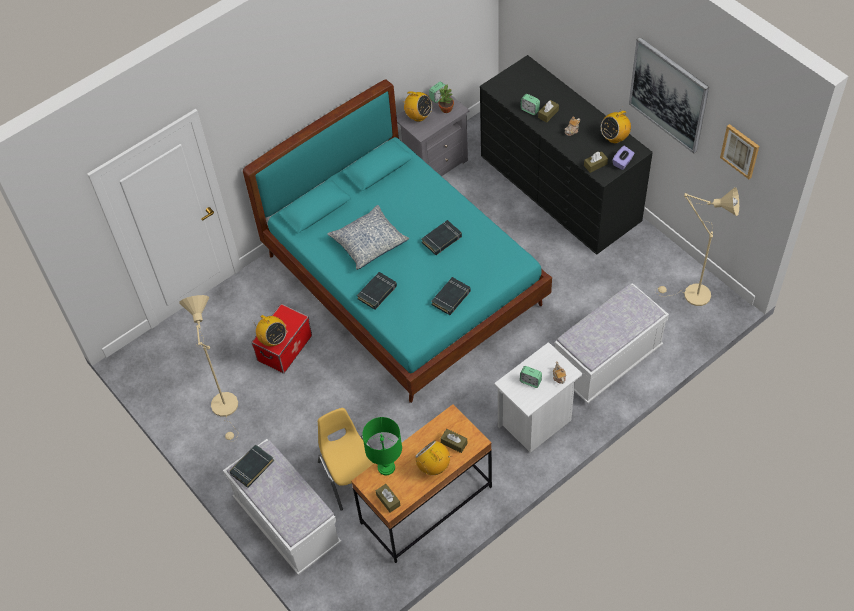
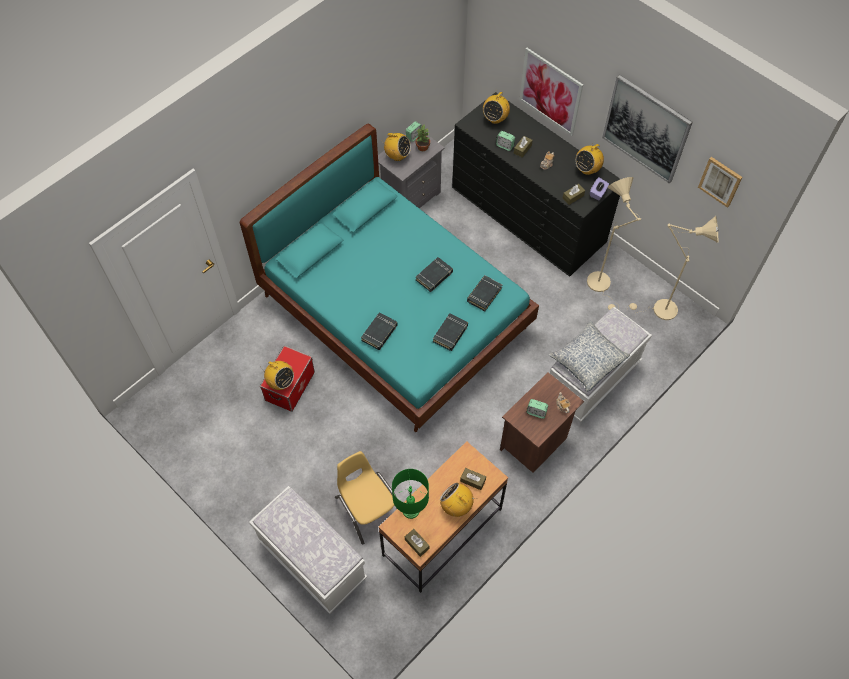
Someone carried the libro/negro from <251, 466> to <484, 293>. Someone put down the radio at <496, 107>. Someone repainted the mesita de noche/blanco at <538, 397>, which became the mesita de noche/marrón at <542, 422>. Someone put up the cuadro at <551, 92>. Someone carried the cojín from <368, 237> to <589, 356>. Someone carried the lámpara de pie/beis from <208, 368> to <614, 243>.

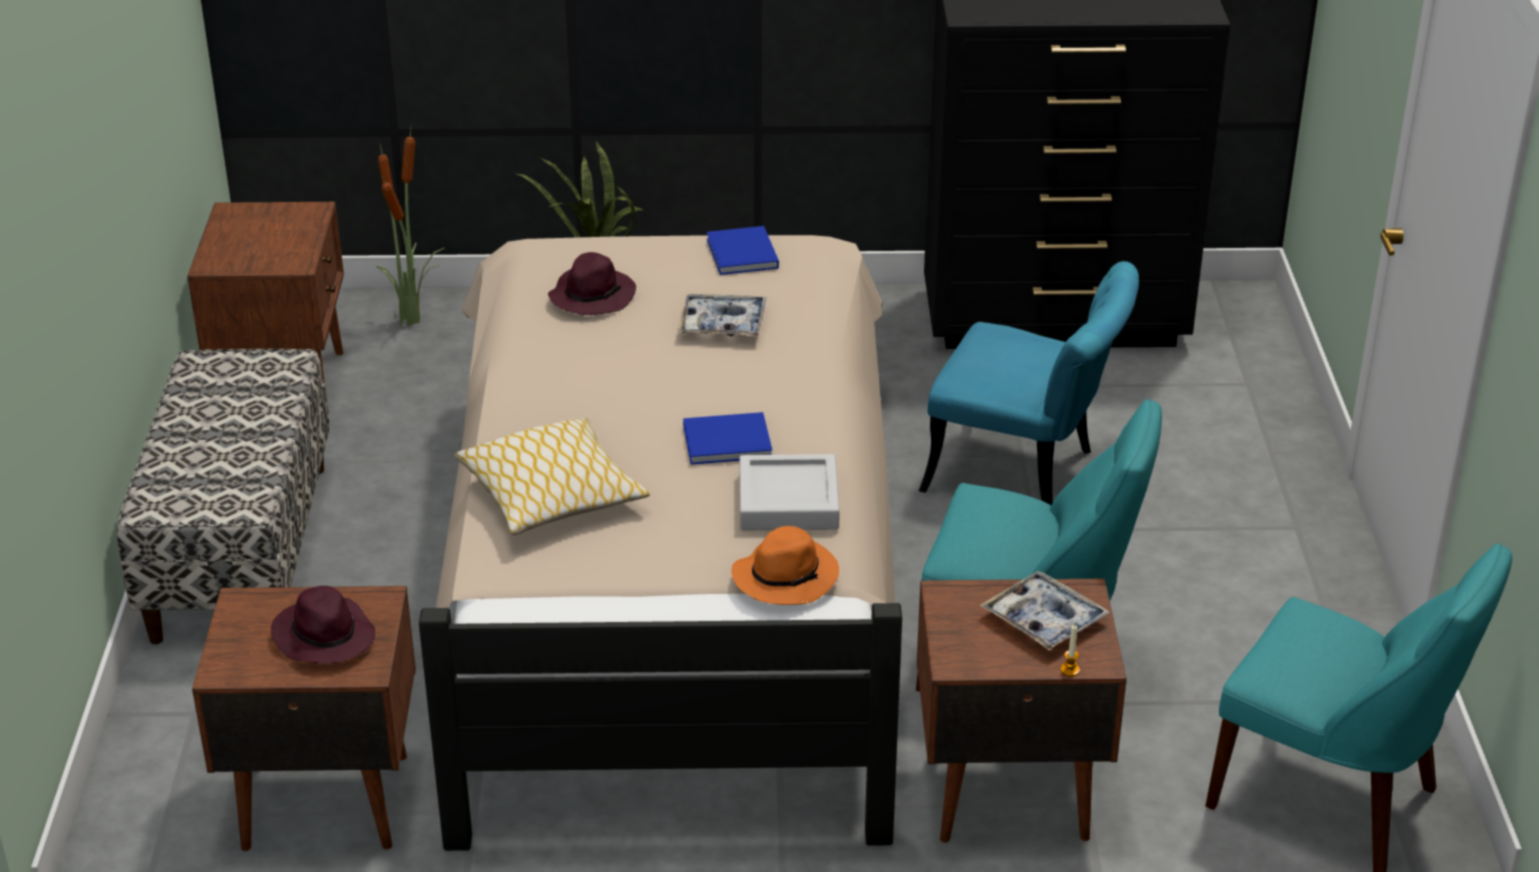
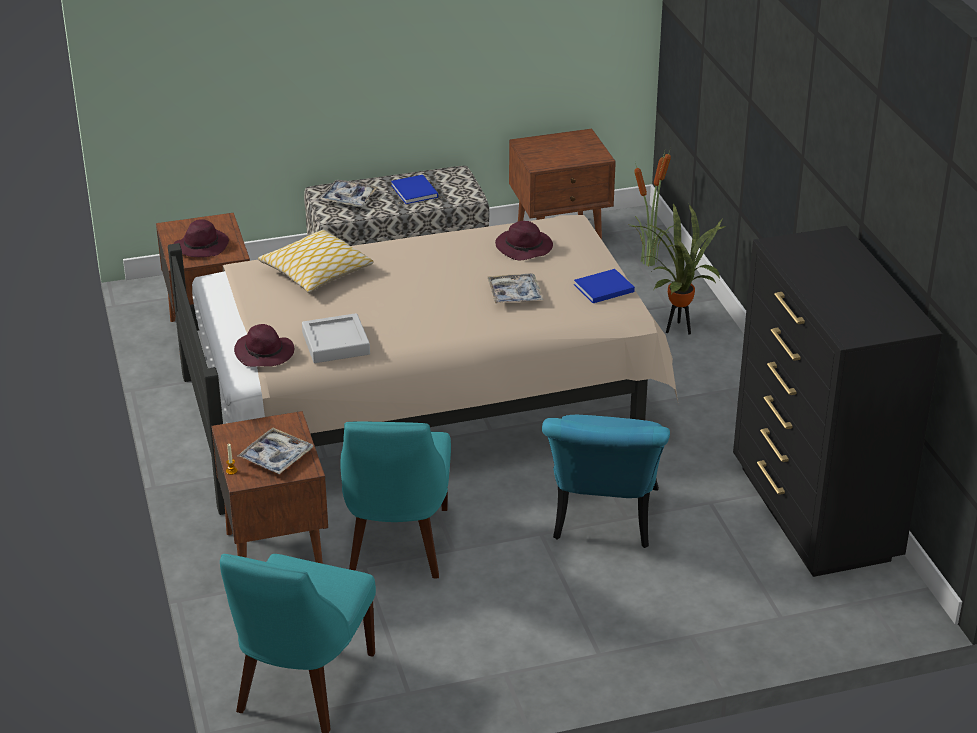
Someone repainted the sombrero/naranja at <785, 565>, which became the sombrero/morado at <264, 345>. Someone put down the bandeja at <348, 193>. Someone carried the libro/azul from <727, 438> to <414, 189>.

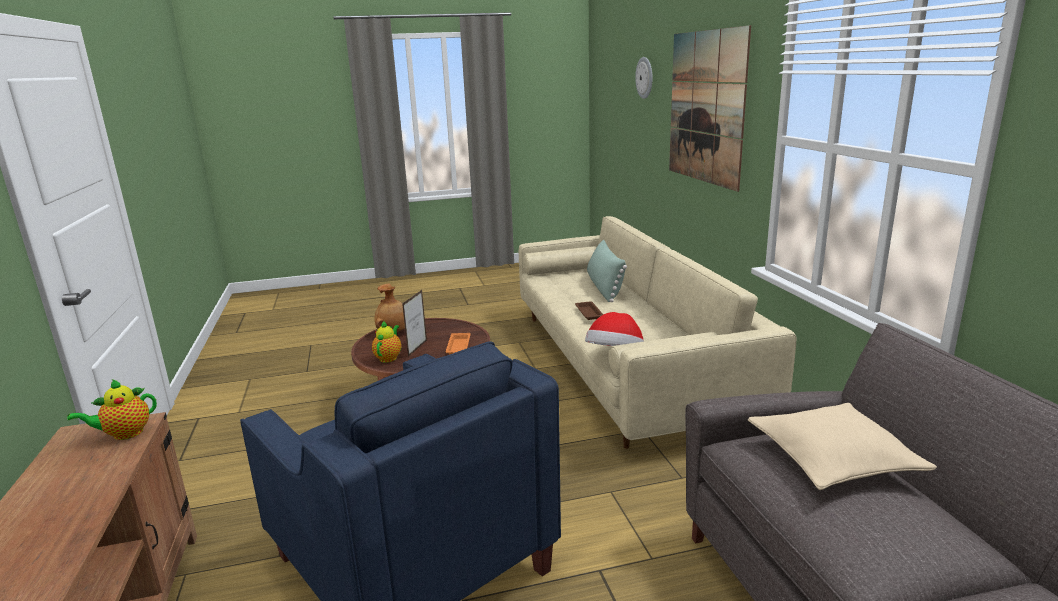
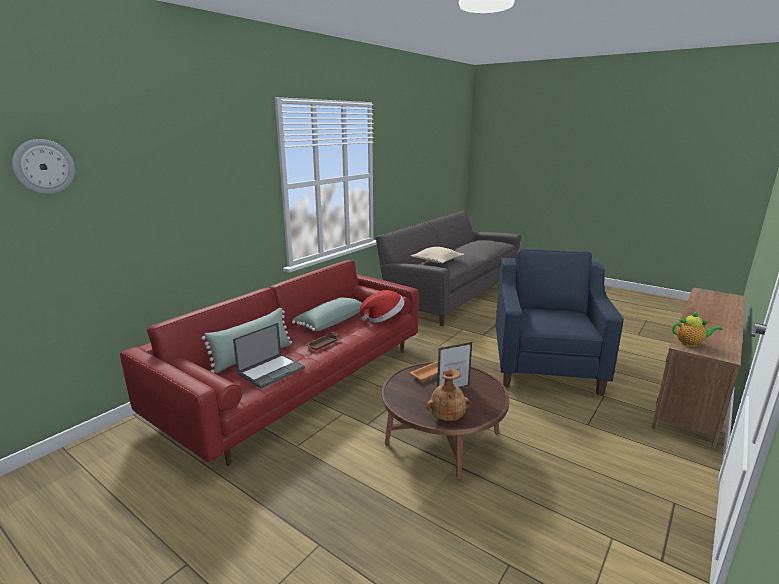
Someone repainted the sofá/beis at <657, 332>, which became the sofá/rojo at <269, 363>. Someone put down the portátil at <269, 356>. Someone put down the cojín/verde at <327, 314>. Someone took away the tetera at <386, 342>. Someone took away the cuadro at <710, 108>.

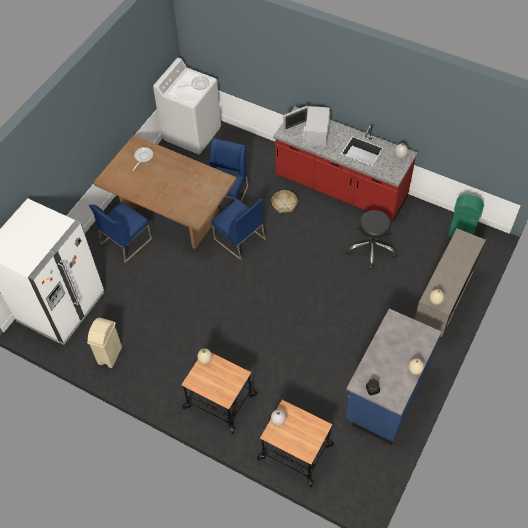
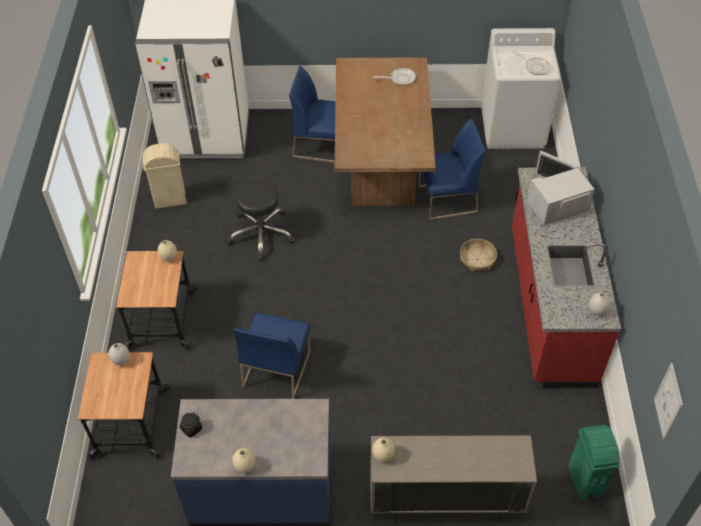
Someone carried the taburete/negro from <371, 239> to <261, 220>. Someone carried the silla/azul from <238, 230> to <272, 356>. Someone put up the cuadro at <668, 401>.

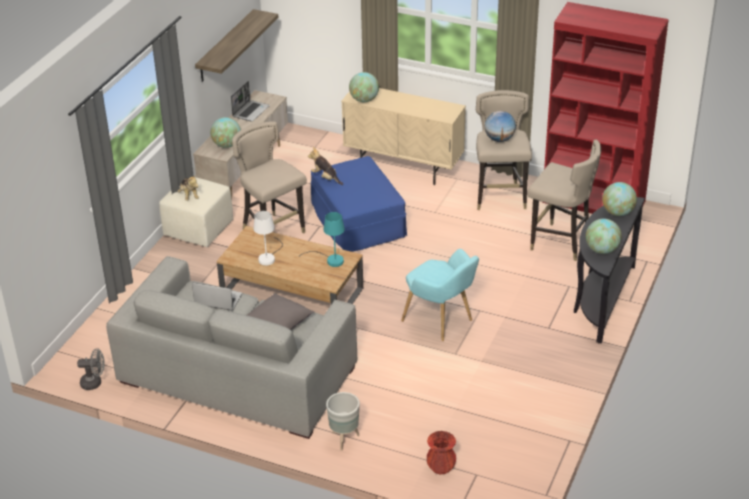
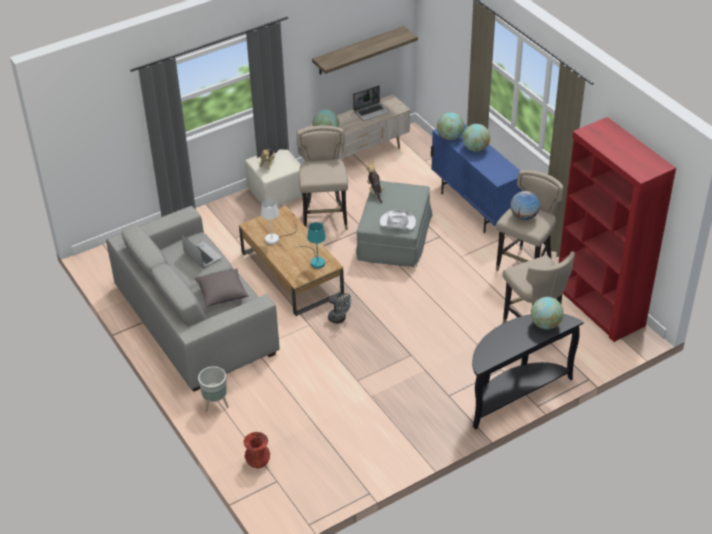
Someone carried the ventilador/gris from <91, 369> to <339, 308>. Someone repainted the puf/azul at <359, 204>, which became the puf/gris at <394, 223>. Someone put down the sombrero/blanco at <398, 220>. Someone repainted the armario/beis at <403, 136>, which became the armario/azul at <476, 178>. Someone carried the globo terráqueo from <604, 236> to <476, 138>. Someone took away the sillón/turquesa at <440, 295>.

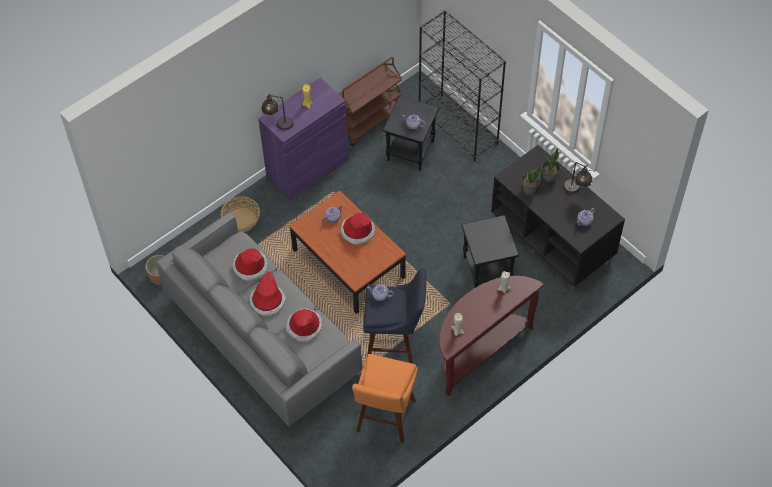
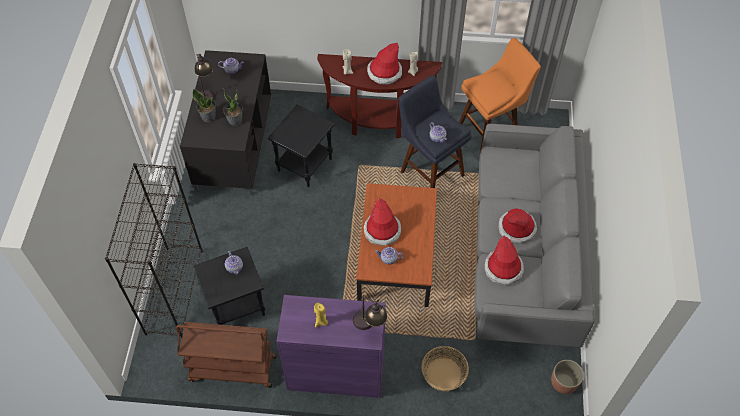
Someone carried the sombrero from <304, 325> to <384, 64>.

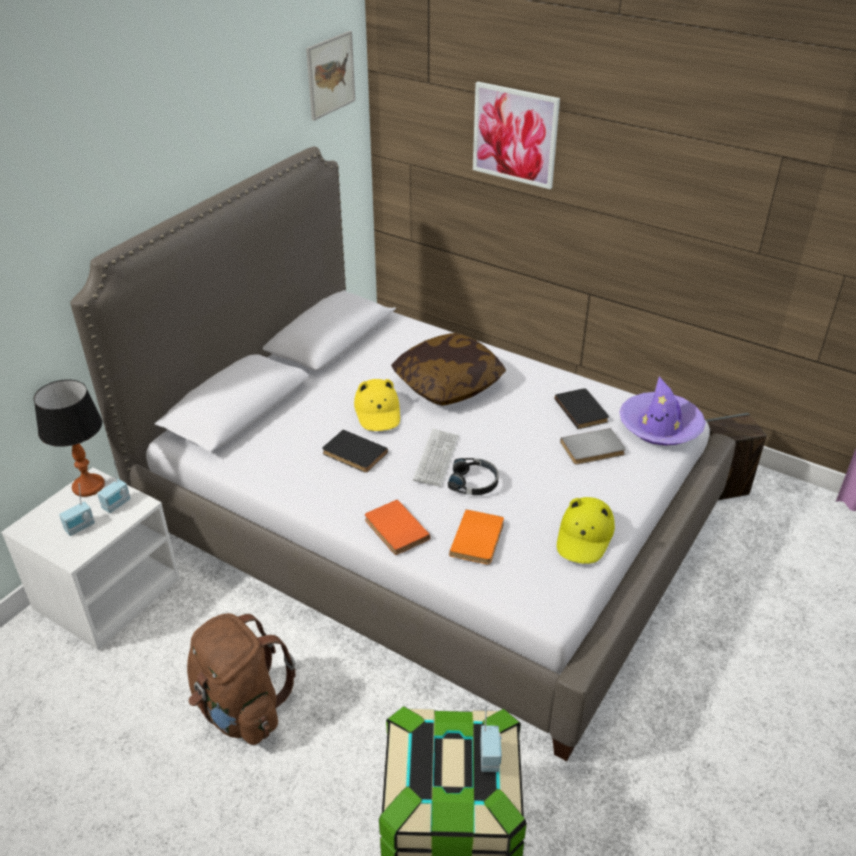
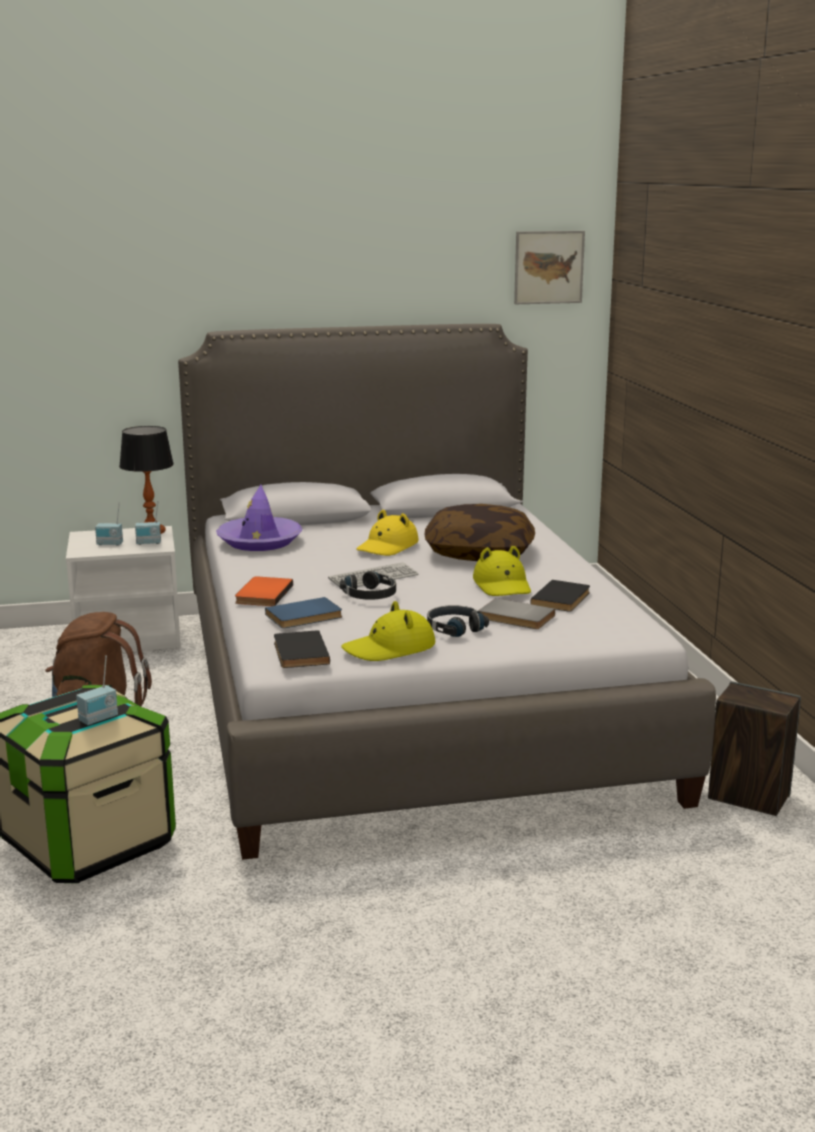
Someone carried the sombrero/morado from <663, 411> to <259, 518>. Someone repainted the libro/naranja at <476, 536>, which became the libro/azul at <303, 612>. Someone carried the libro/negro from <355, 451> to <302, 649>. Someone put down the auriculares/negro at <458, 621>. Someone put down the sombrero/amarillo at <502, 571>. Someone took away the cuadro at <516, 135>.

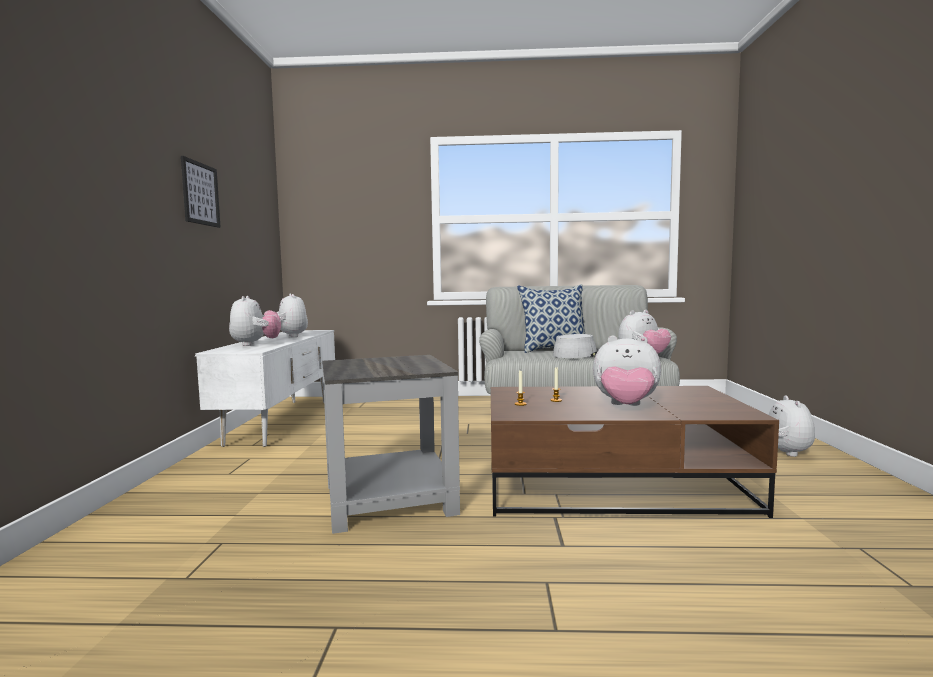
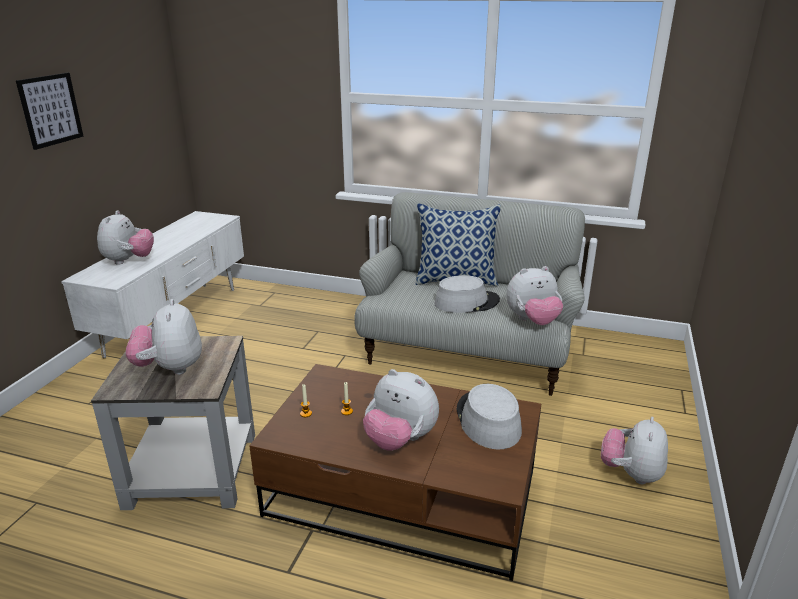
Someone carried the peluche from <286, 315> to <164, 337>. Someone put down the sombrero/gris at <489, 417>.

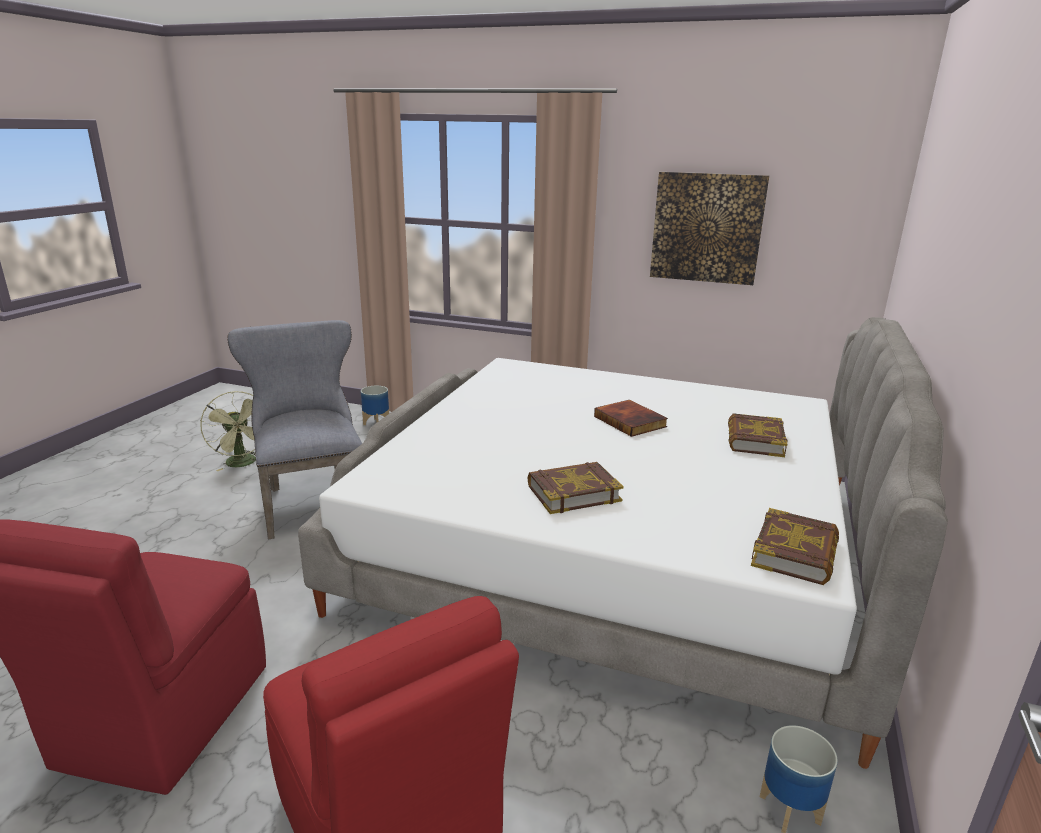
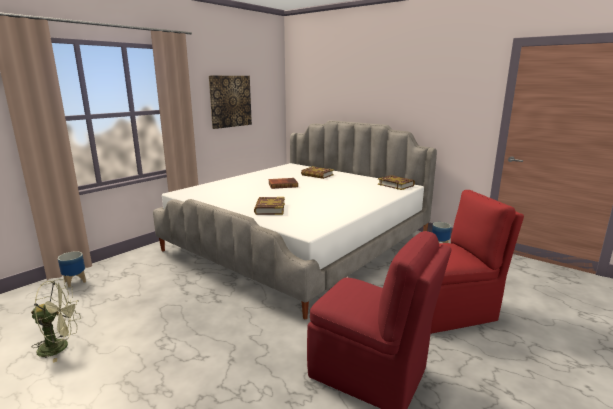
Someone carried the libro from <576, 488> to <269, 206>. Someone took away the silla/gris at <294, 430>.

